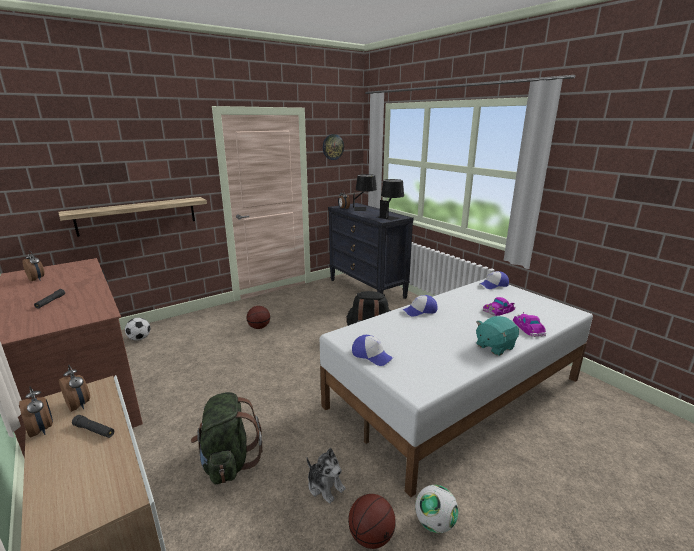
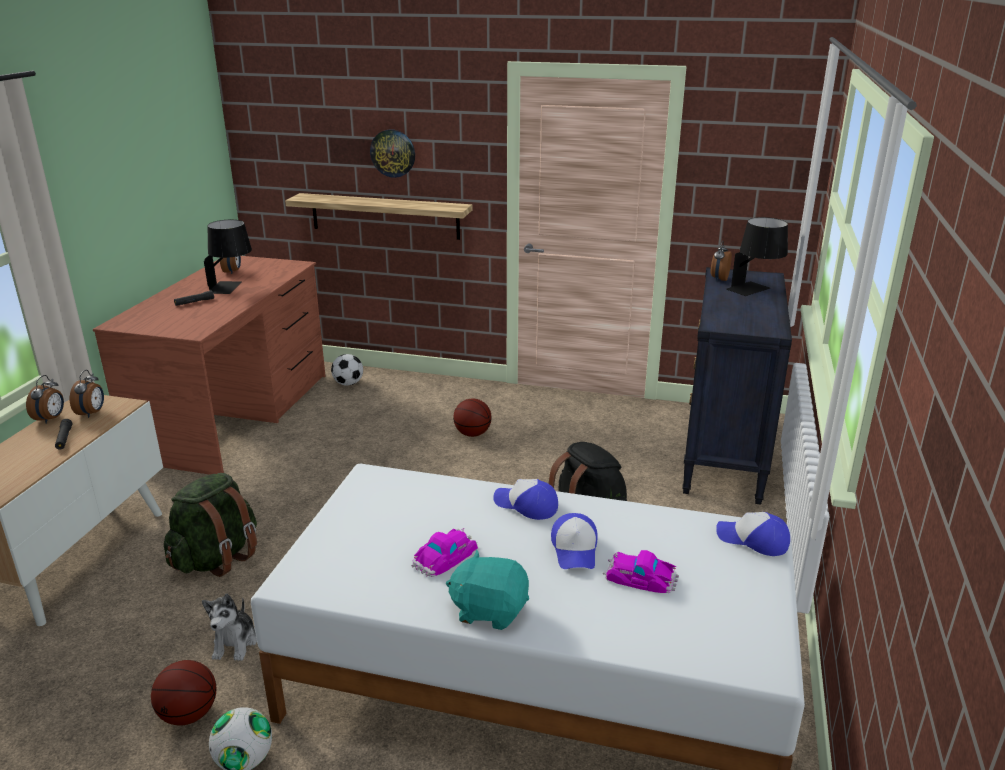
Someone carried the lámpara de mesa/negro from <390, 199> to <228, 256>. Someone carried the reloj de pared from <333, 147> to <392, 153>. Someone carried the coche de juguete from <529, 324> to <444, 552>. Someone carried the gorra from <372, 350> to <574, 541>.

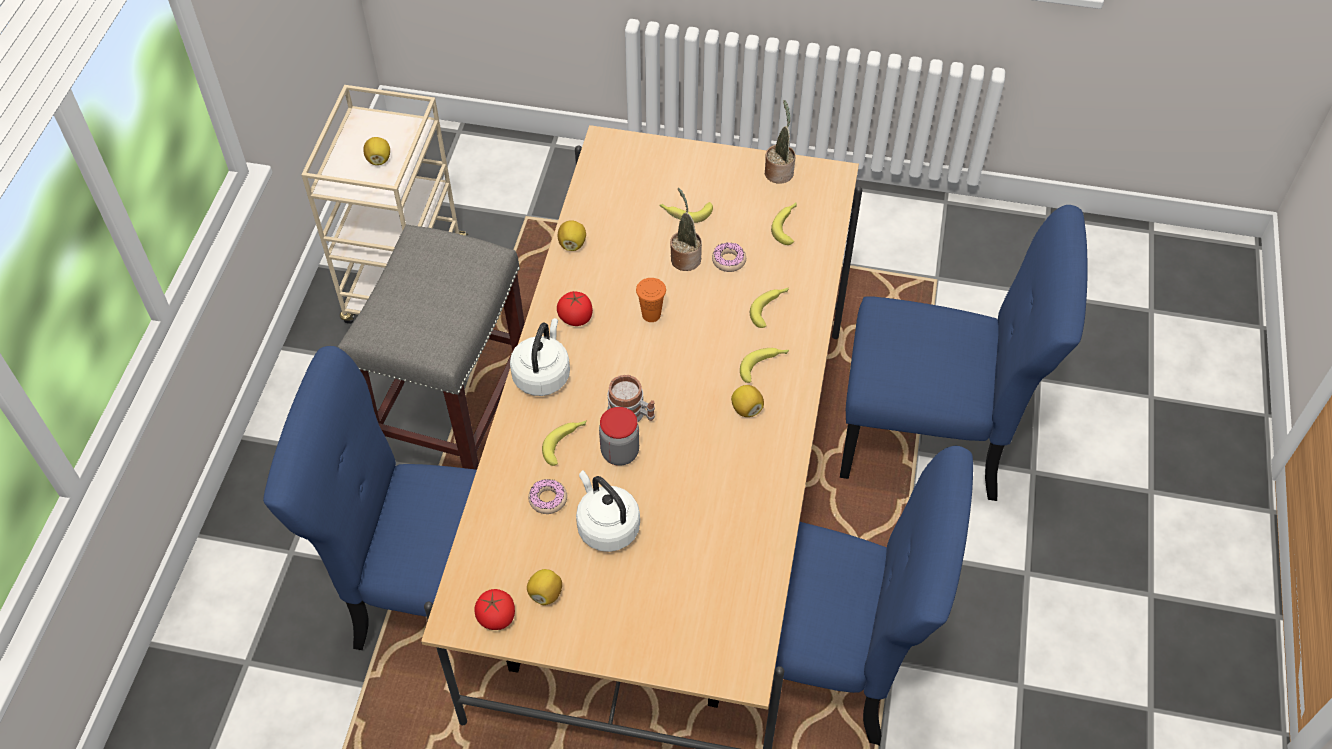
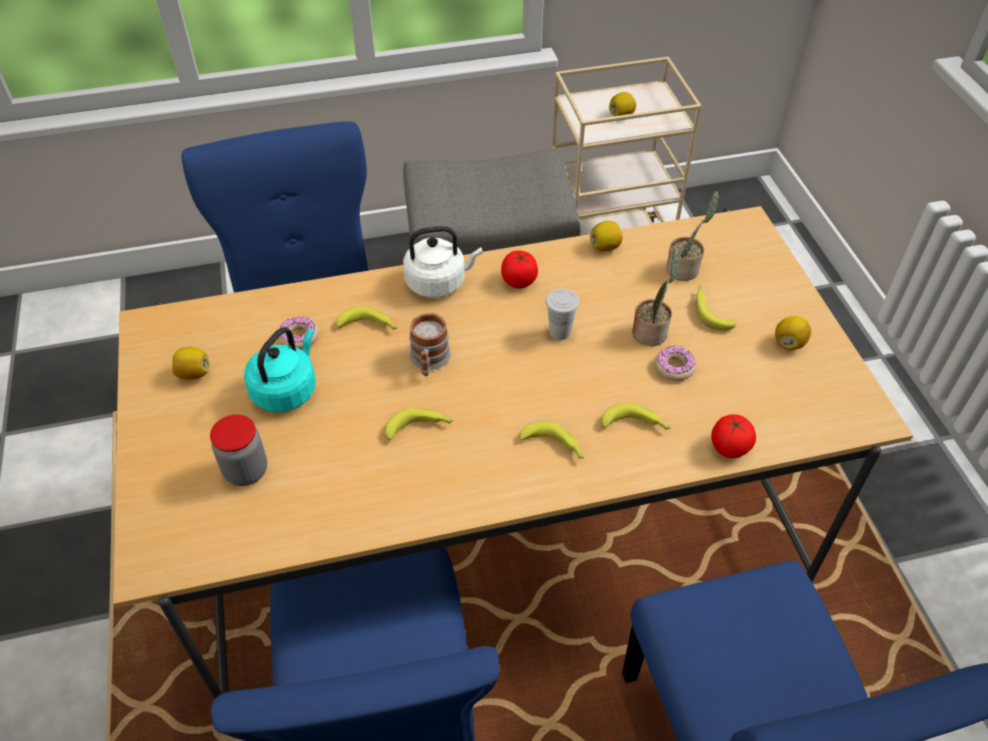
Someone carried the tarro from <619, 436> to <238, 450>. Someone repainted the hervidor/blanco at <608, 511>, which became the hervidor/turquesa at <280, 369>. Someone carried the plátano from <784, 224> to <419, 424>. Someone repainted the taza/naranja at <651, 300>, which became the taza/blanco at <562, 314>. Someone carried the planta en maceta from <780, 141> to <692, 236>. Someone carried the tomate from <494, 609> to <733, 436>. Someone carried the limón from <747, 401> to <793, 333>.

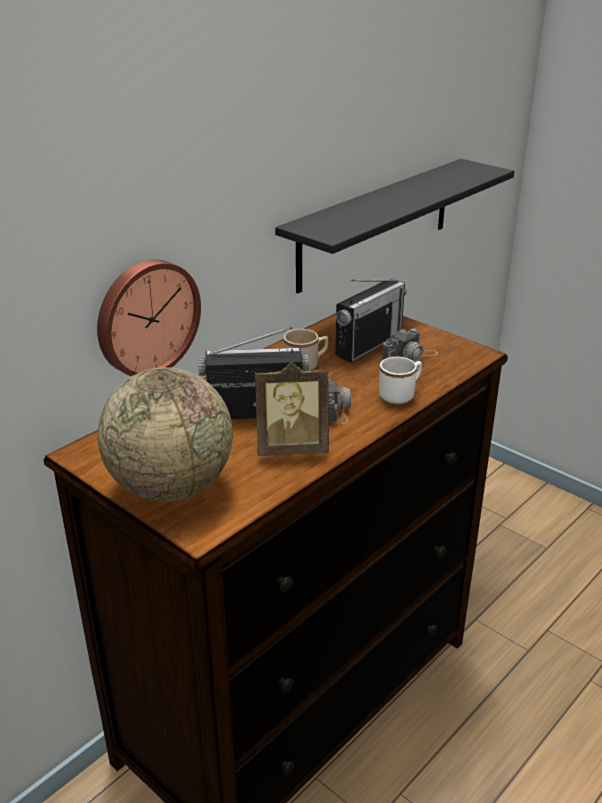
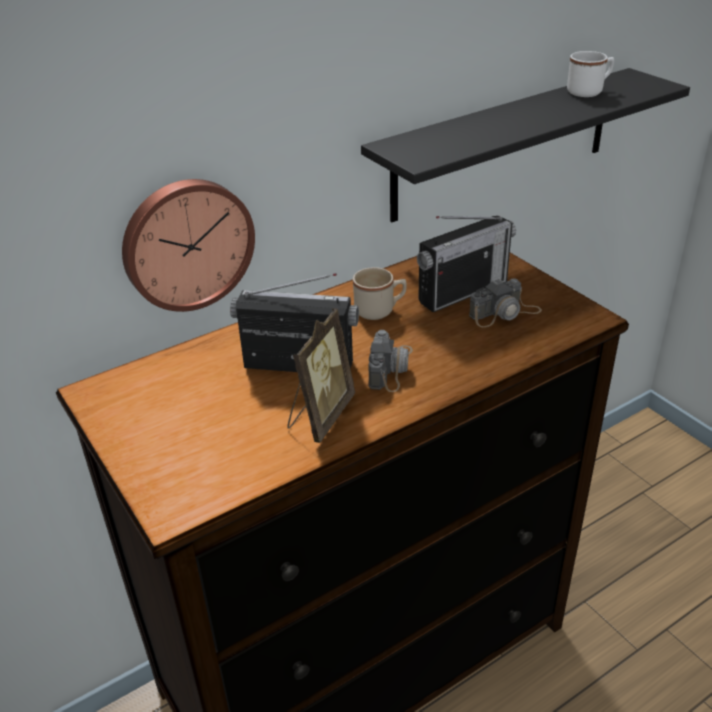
Someone rotated the portarretratos at <292, 409> by 75 degrees counterclockwise. Someone carried the taza grande/blanco from <400, 380> to <590, 74>. Someone took away the globo terráqueo at <165, 434>.

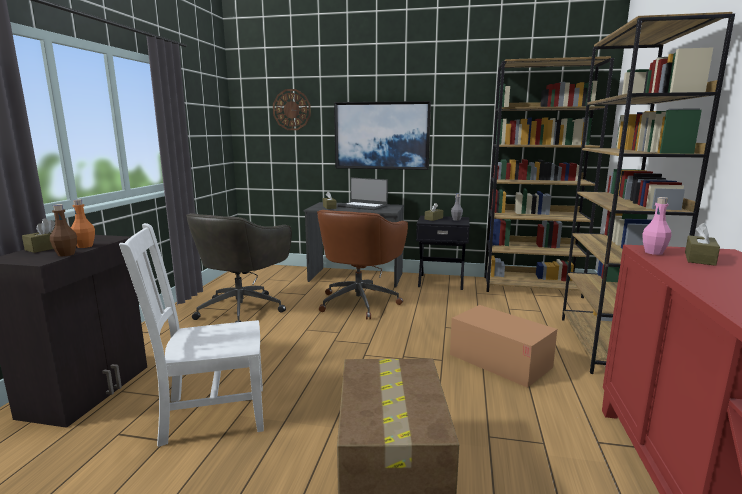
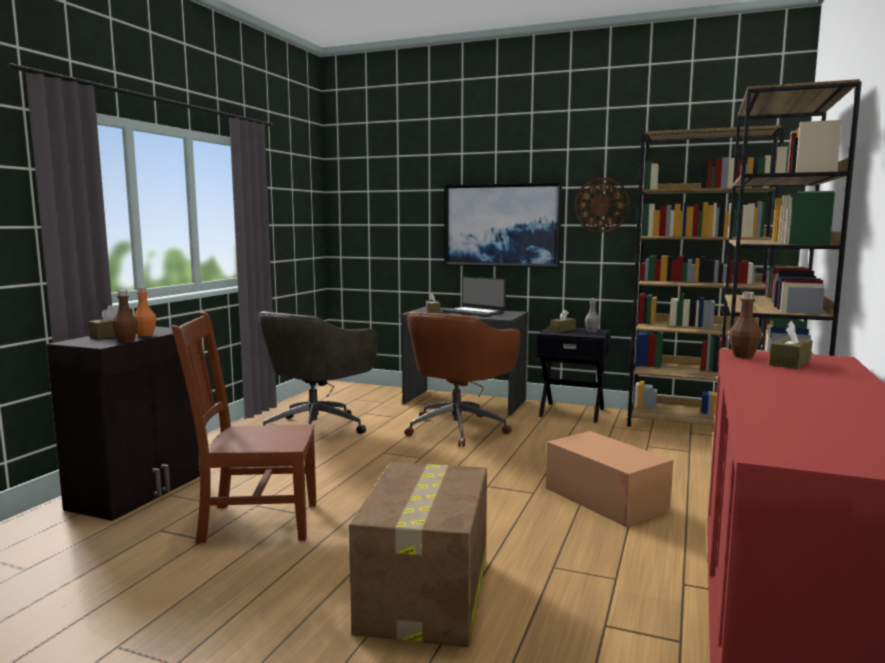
Someone repainted the silla/blanco at <191, 335>, which became the silla/marrón at <243, 428>. Someone carried the reloj de pared from <292, 109> to <602, 205>. Someone repainted the botella/rosa at <656, 226>, which became the botella/marrón at <745, 325>.

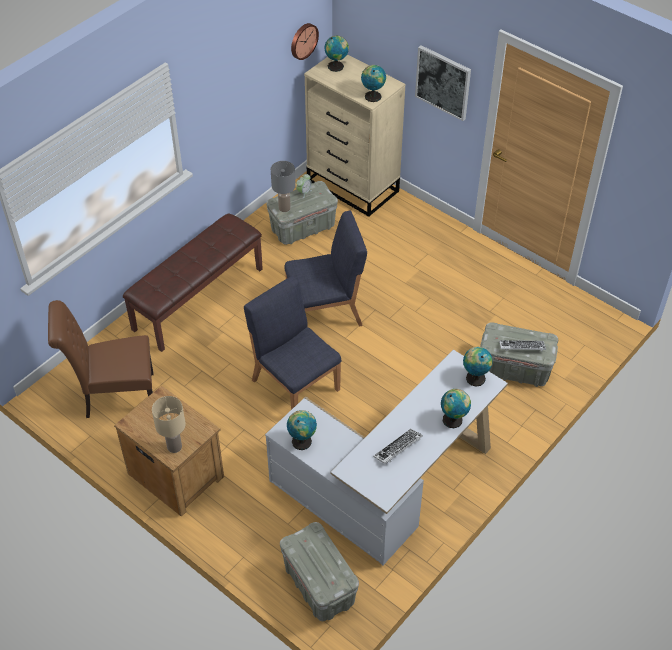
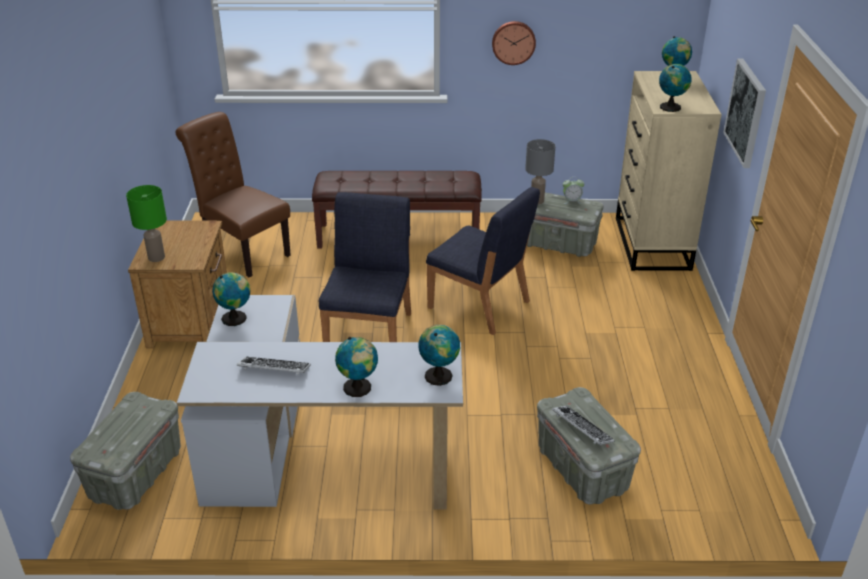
Someone repainted the lámpara de mesa/beis at <168, 424>, which became the lámpara de mesa/verde at <146, 223>. Someone carried the reloj de pared from <305, 41> to <514, 43>.

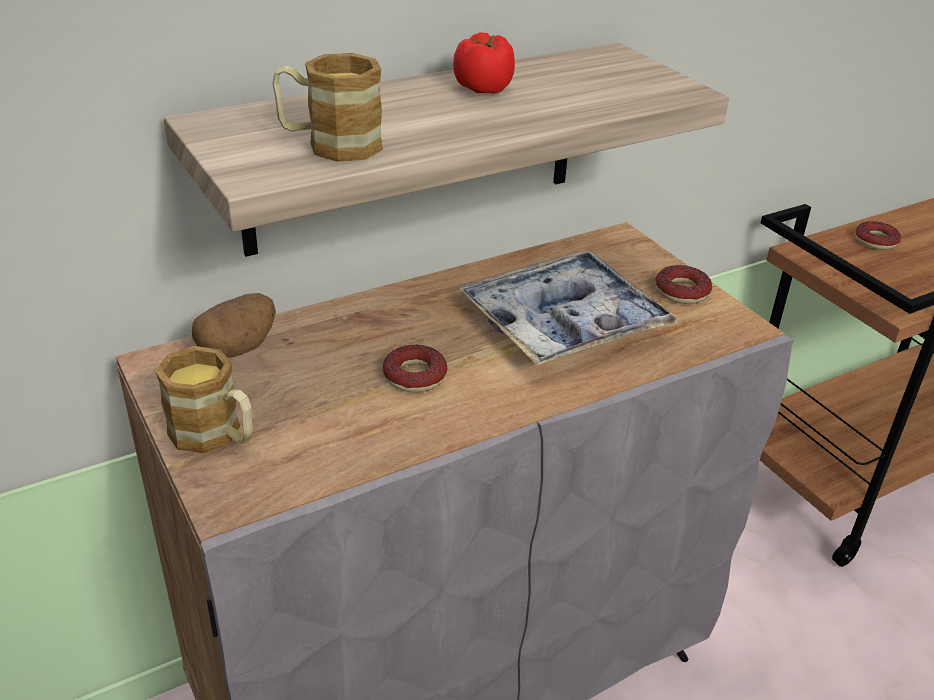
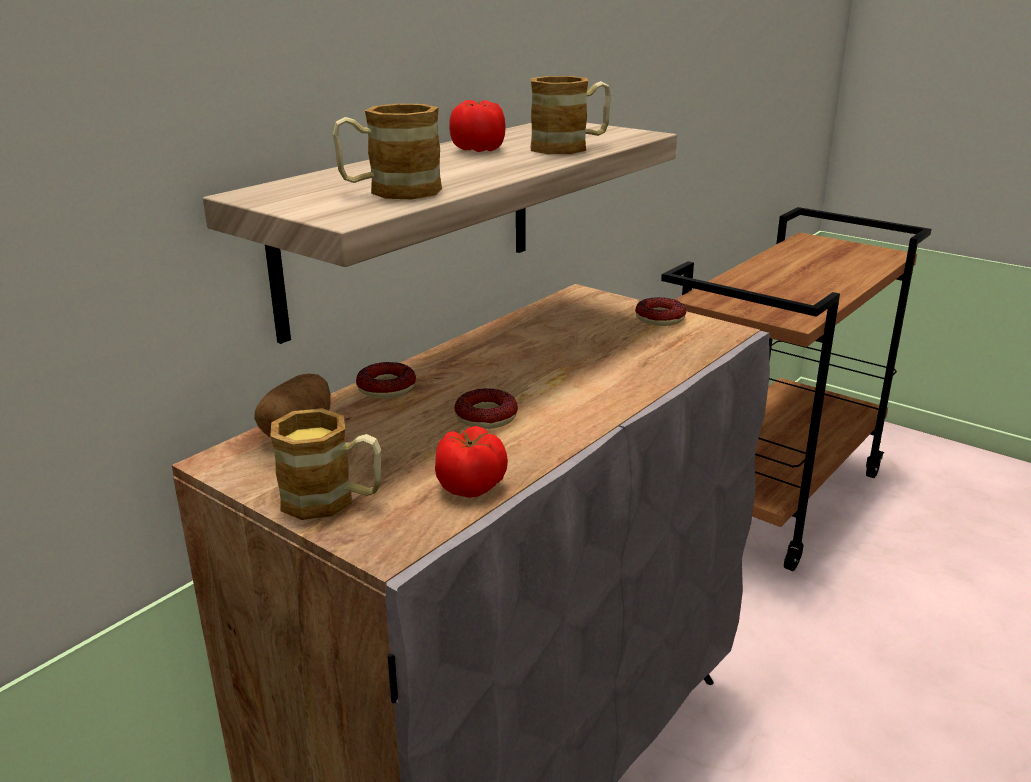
Someone carried the rosquilla from <878, 235> to <386, 380>. Someone put down the tomate at <471, 462>. Someone put down the taza grande at <571, 115>. Someone took away the bandeja at <569, 308>.

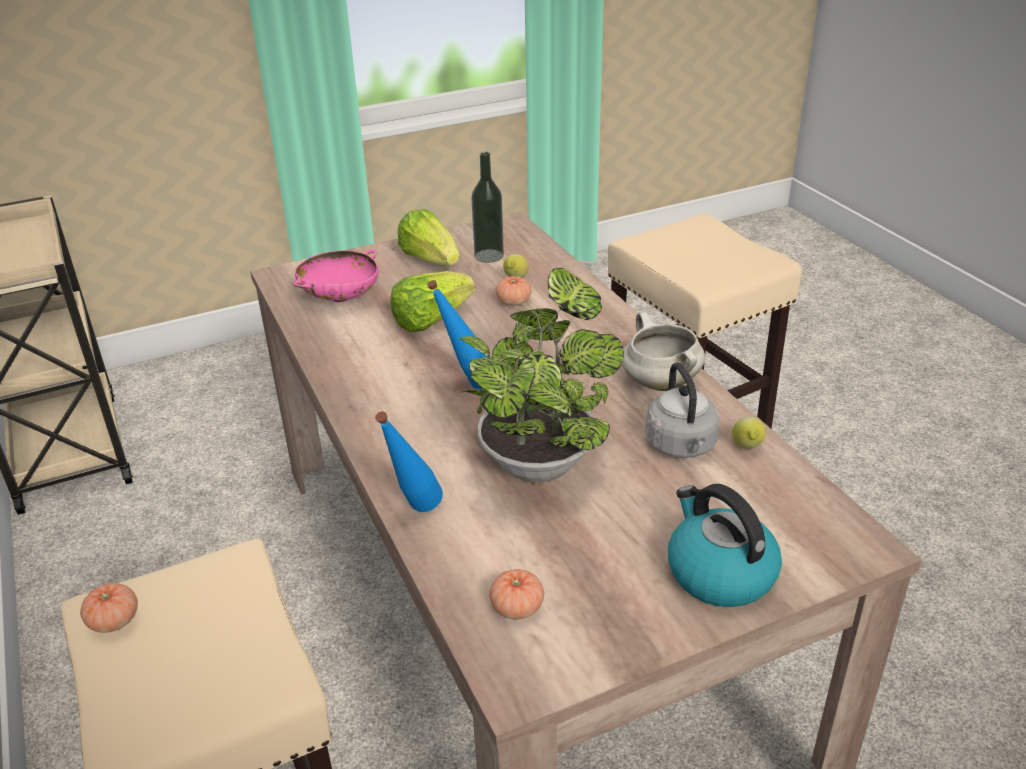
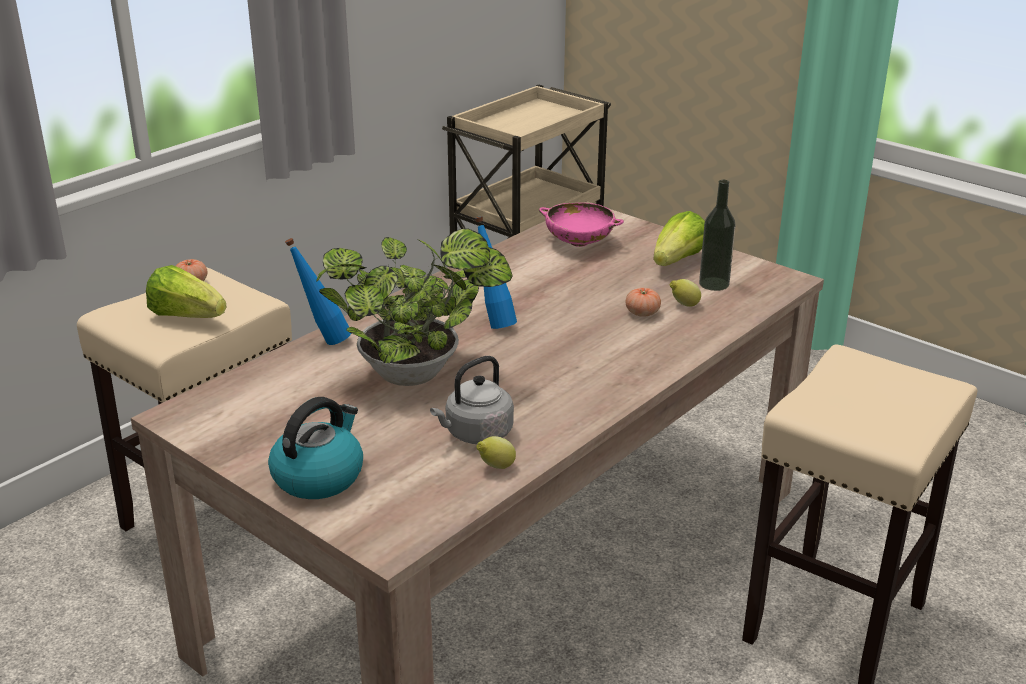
Someone carried the lechuga from <433, 301> to <186, 291>. Someone took away the tomate at <516, 594>. Someone took away the olla/blanco at <663, 351>.

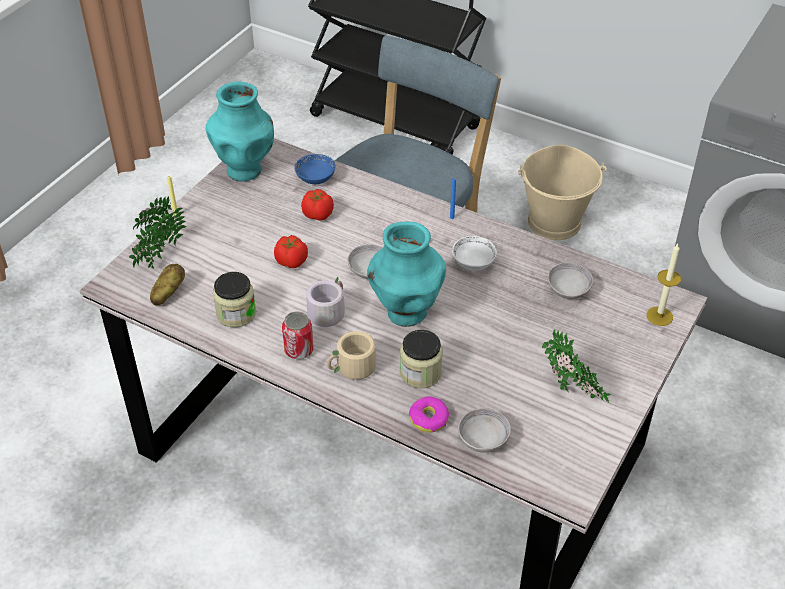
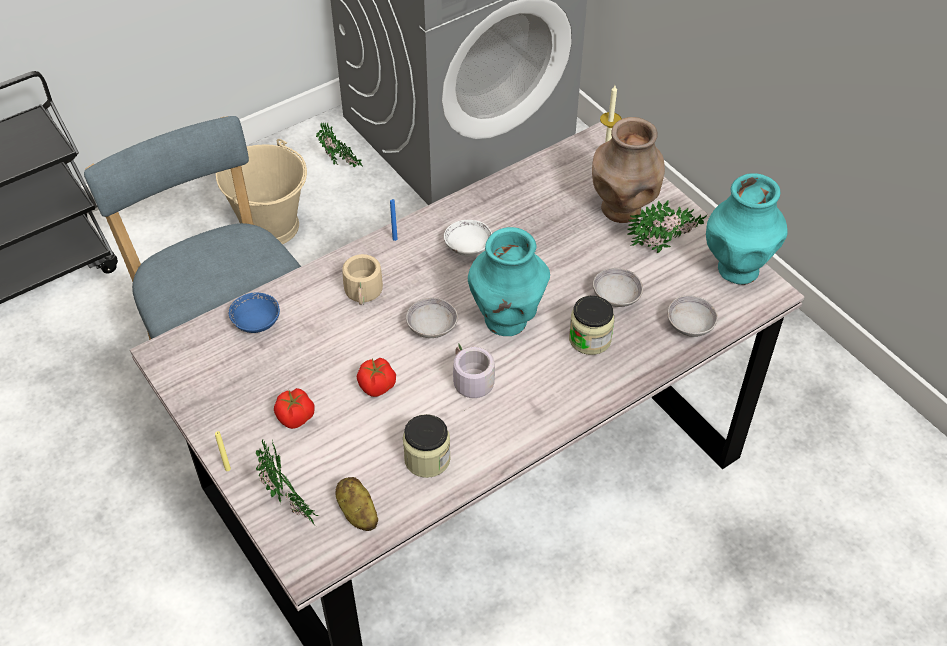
Someone carried the tomate from <317, 204> to <294, 408>. Someone put down the planta en maceta at <339, 144>. Someone carried the taza grande/beis from <356, 355> to <362, 279>. Someone put down the florero/marrón at <628, 170>. Someone carried the cuenco/gris from <571, 280> to <618, 287>. Someone carried the florero/turquesa from <240, 132> to <747, 229>. Someone took away the lata at <298, 335>. Someone took away the rosquilla at <429, 414>.

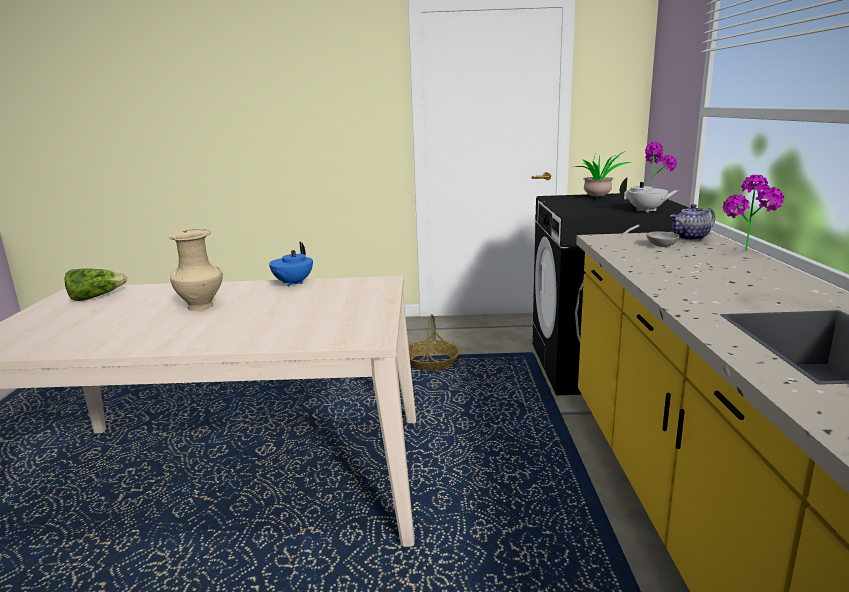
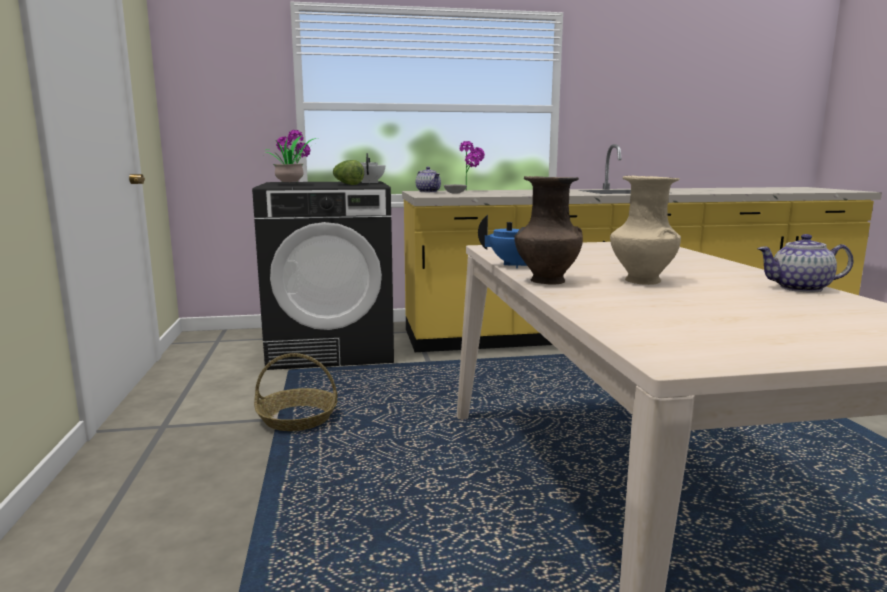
Someone carried the lechuga from <96, 284> to <348, 172>. Someone put down the florero/marrón at <548, 230>. Someone put down the tetera at <805, 263>.

